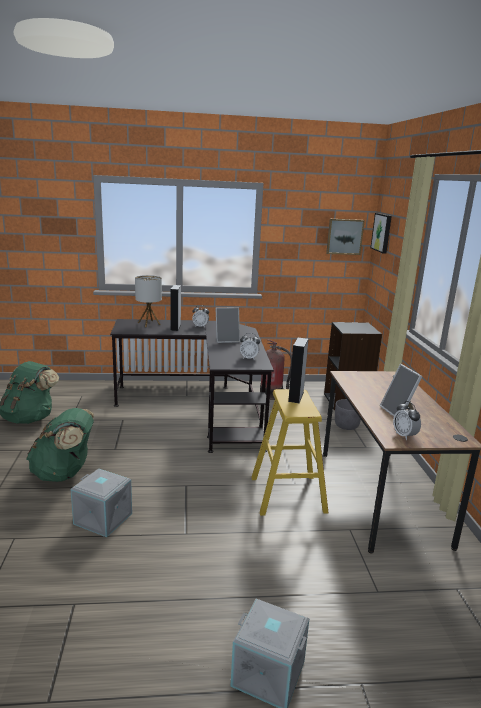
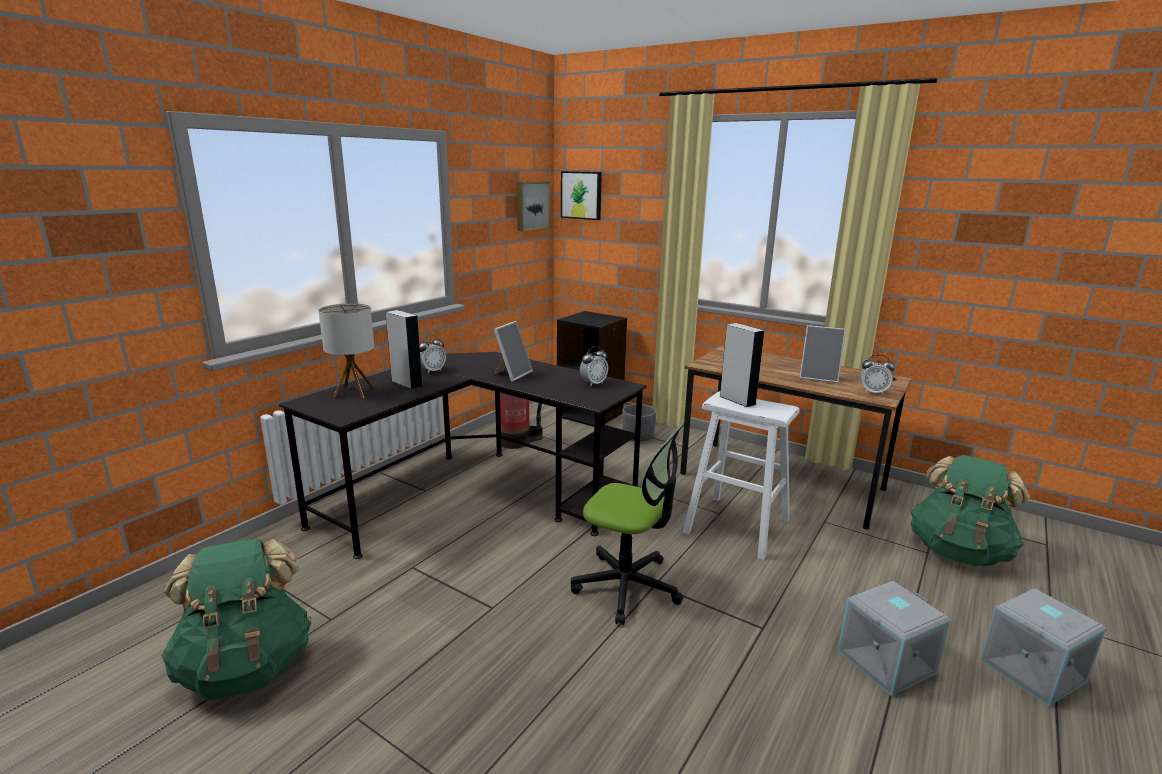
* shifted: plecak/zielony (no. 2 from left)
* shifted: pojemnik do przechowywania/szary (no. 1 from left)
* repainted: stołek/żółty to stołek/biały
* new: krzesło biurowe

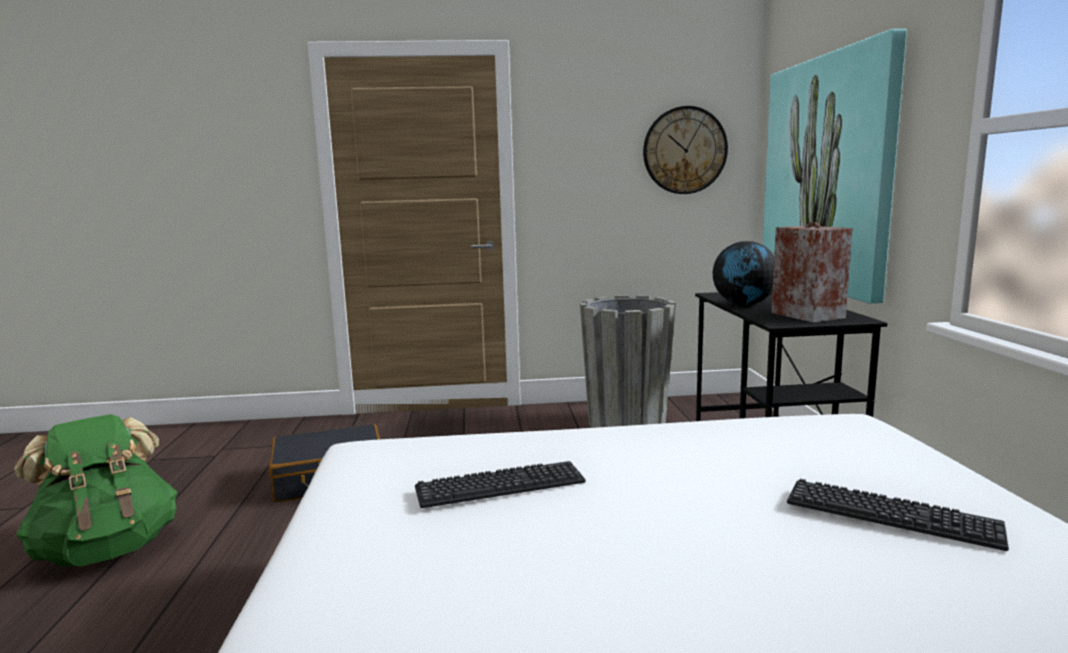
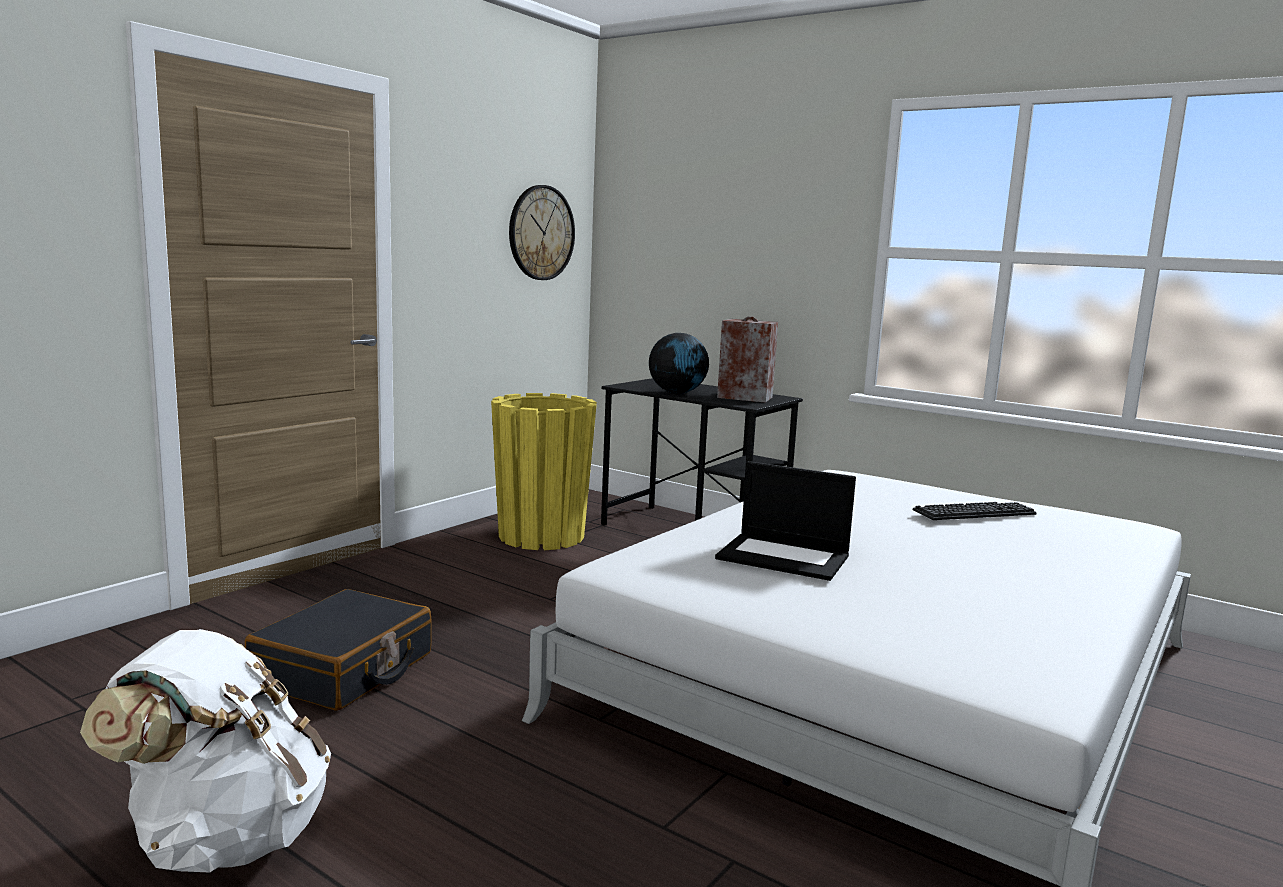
* repainted: plecak/zielony to plecak/biały
* swapped: klawiatura (no. 1 from left) to laptop
* repainted: donica/szary to donica/żółty
* gone: obraz

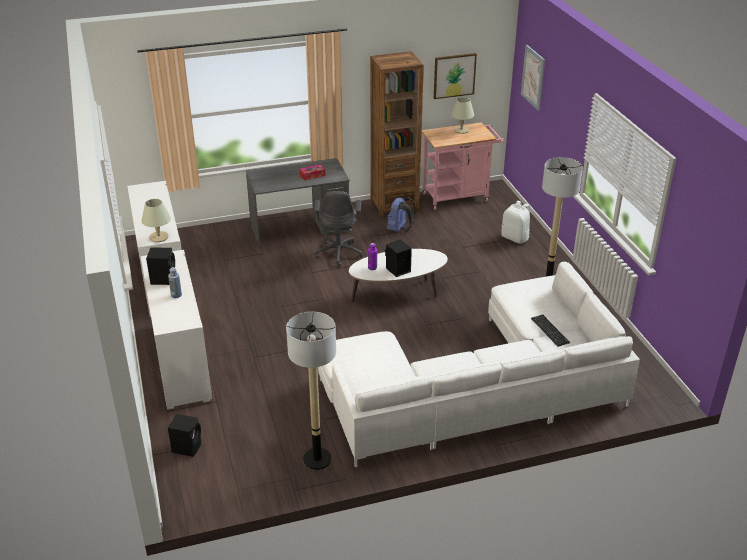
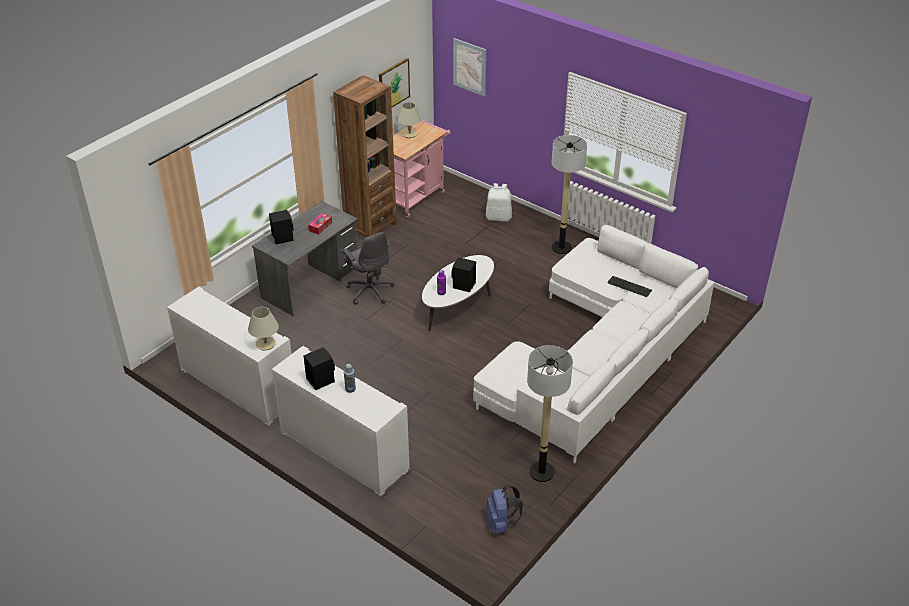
* shifted: głośnik/czarny (no. 2 from left in the first image) to głośnik/czarny (no. 1 from left)
* shifted: plecak/niebieski

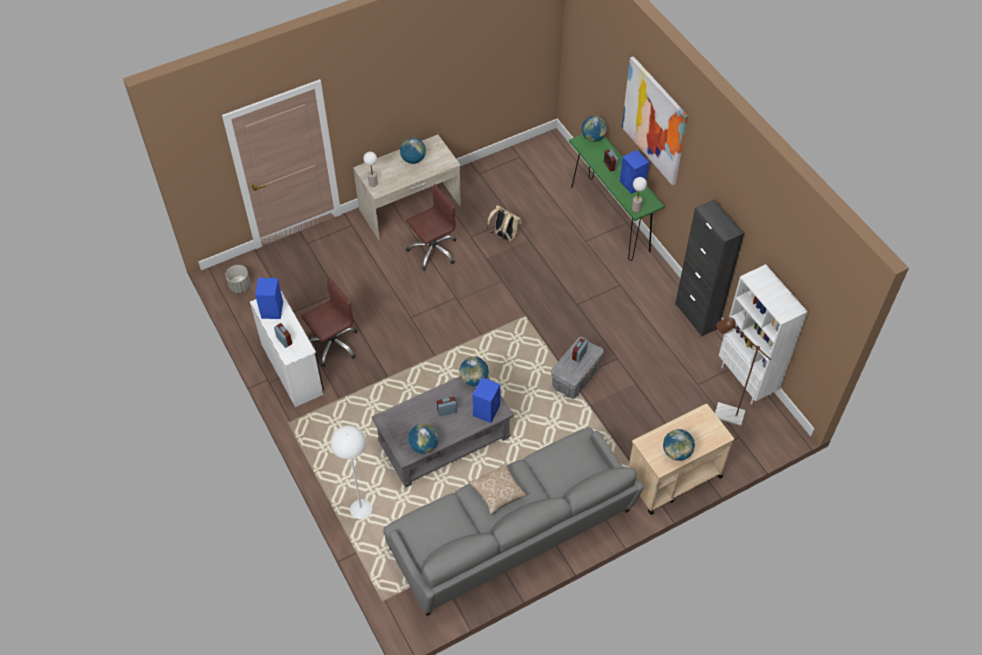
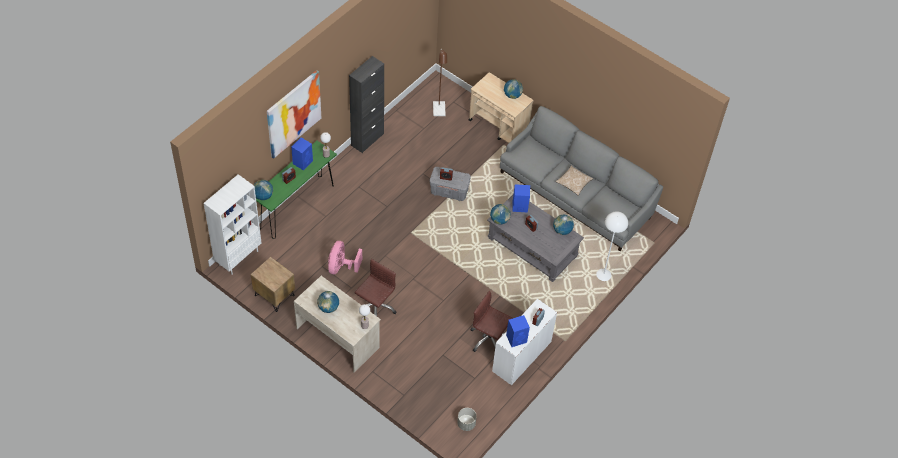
* rotated: krzesło biurowe/brązowy (no. 2 from left in the first image) 90 degrees clockwise
* swapped: plecak/beżowy to wentylator/różowy
* shifted: regał/biały
* new: szafka nocna/brązowy

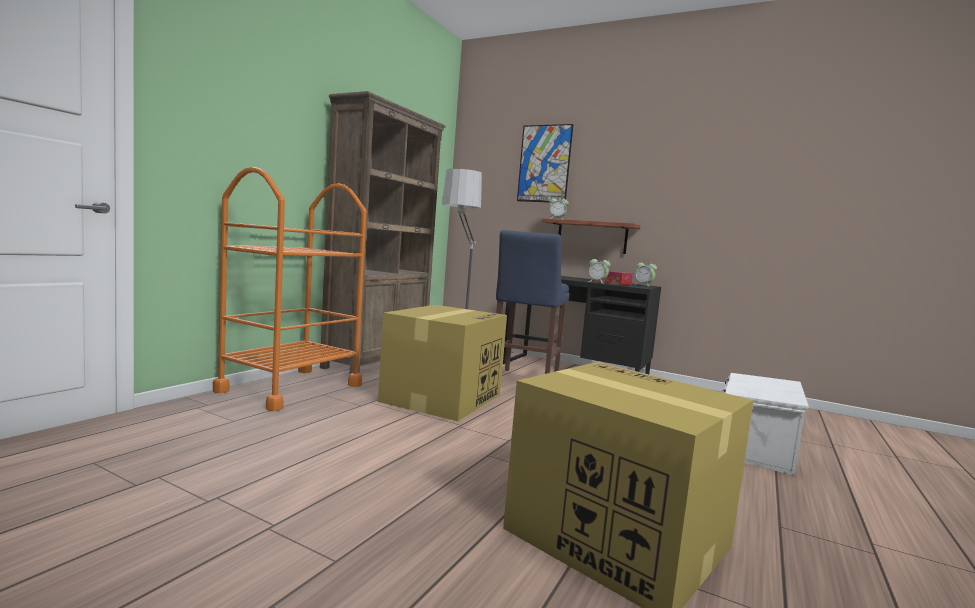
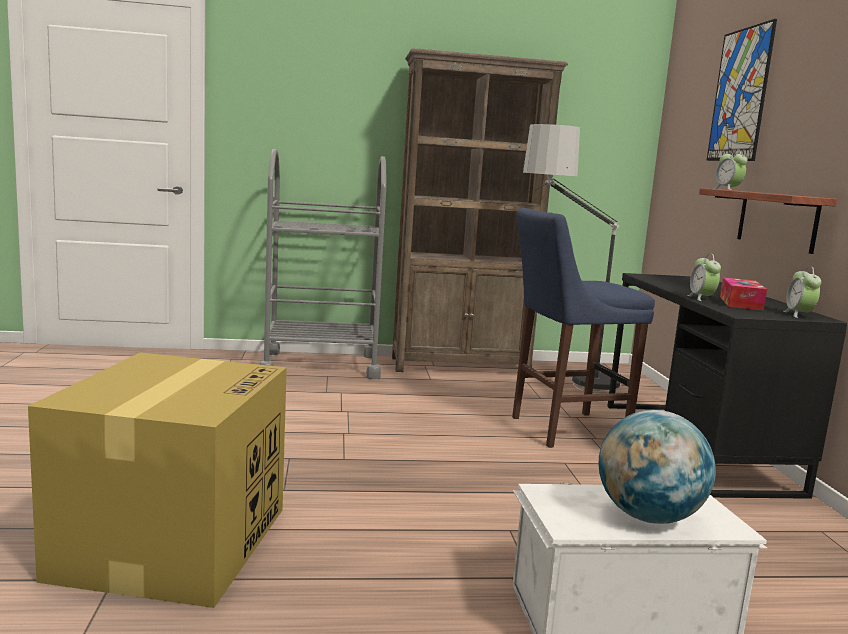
* repainted: wózek/pomarańczowy to wózek/szary
* gone: karton (no. 1 from left)
* new: globus

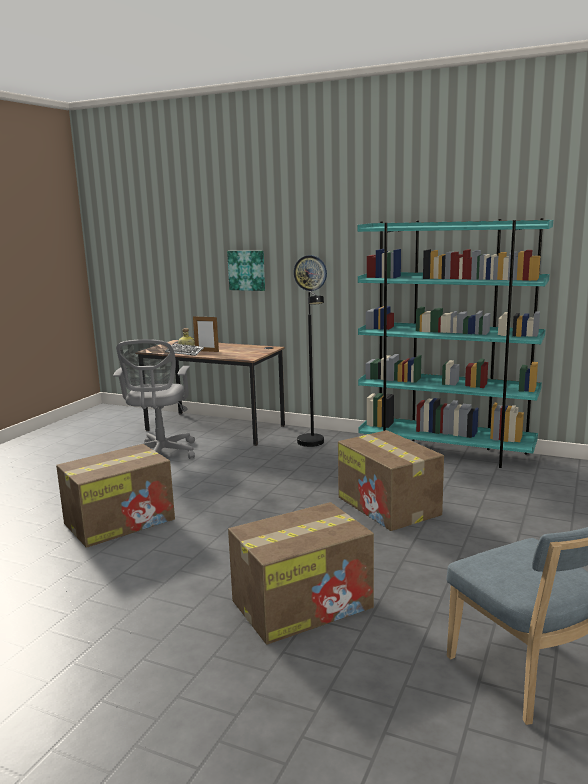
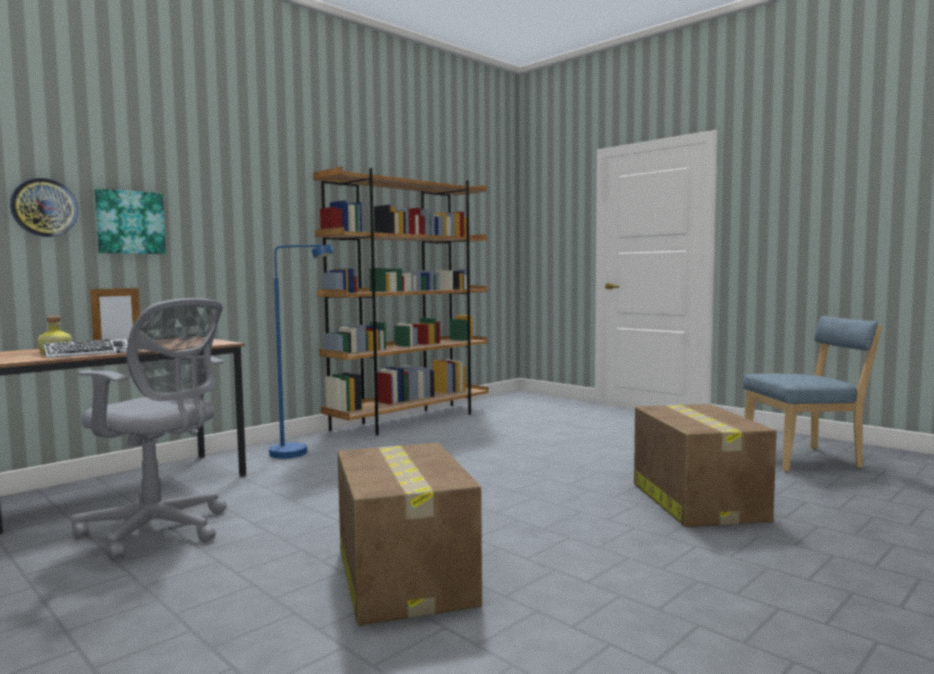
* shifted: zegar ścienny
* repainted: lampa stojąca/czarny to lampa stojąca/niebieski
* gone: karton (no. 3 from left)
* repainted: regał/turkusowy to regał/brązowy

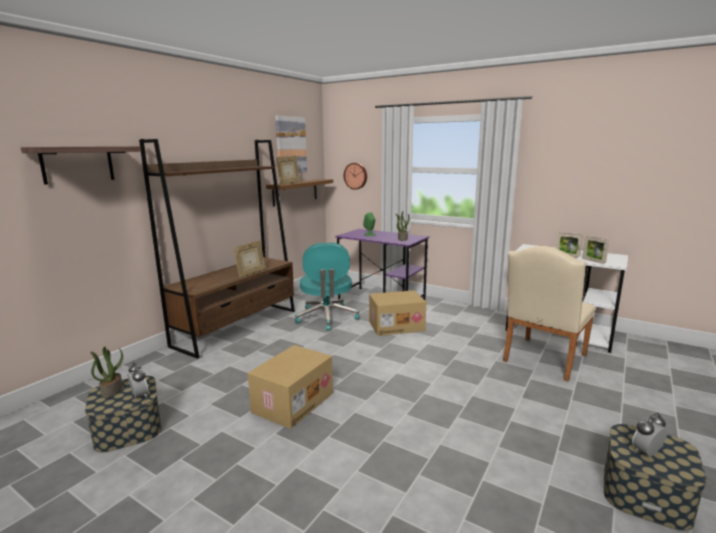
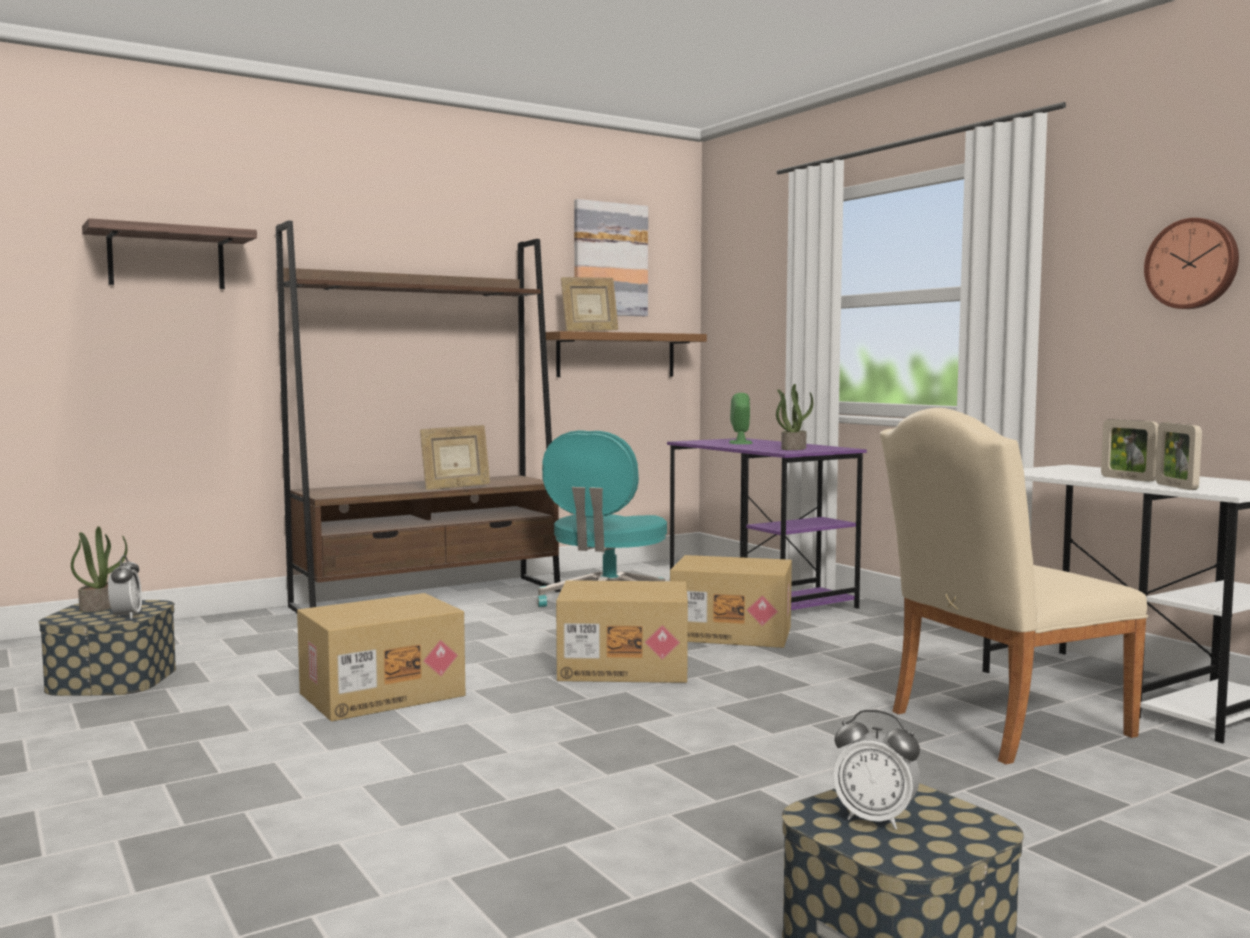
* shifted: zegar ścienny
* rotated: budzik (no. 2 from left) 150 degrees counterclockwise
* new: karton (no. 2 from left)

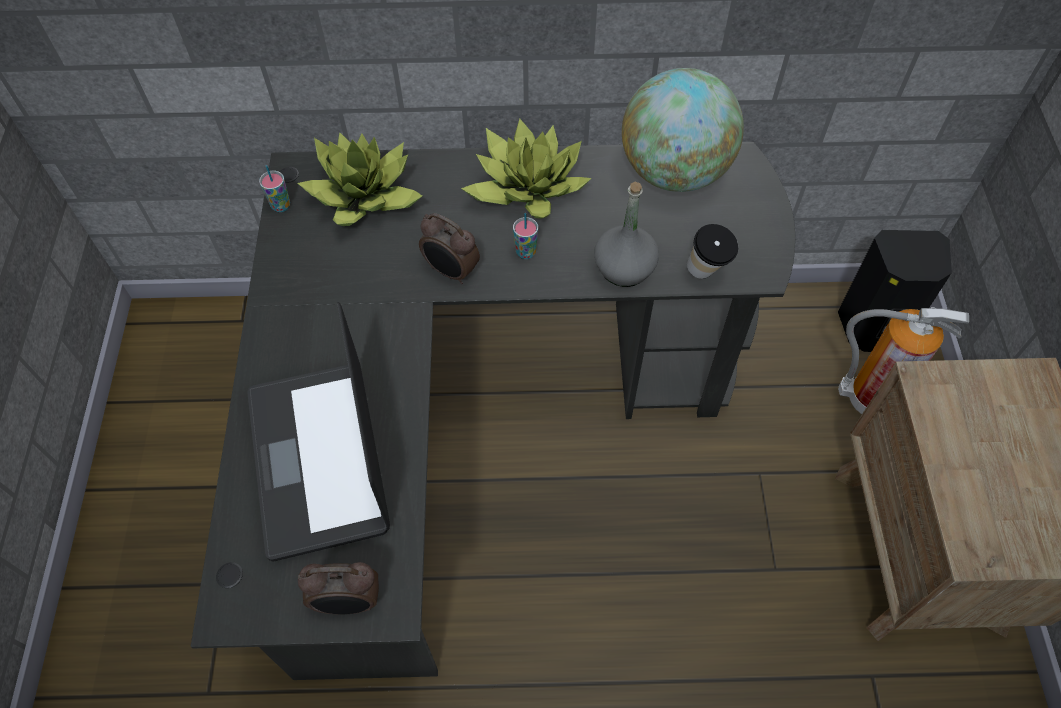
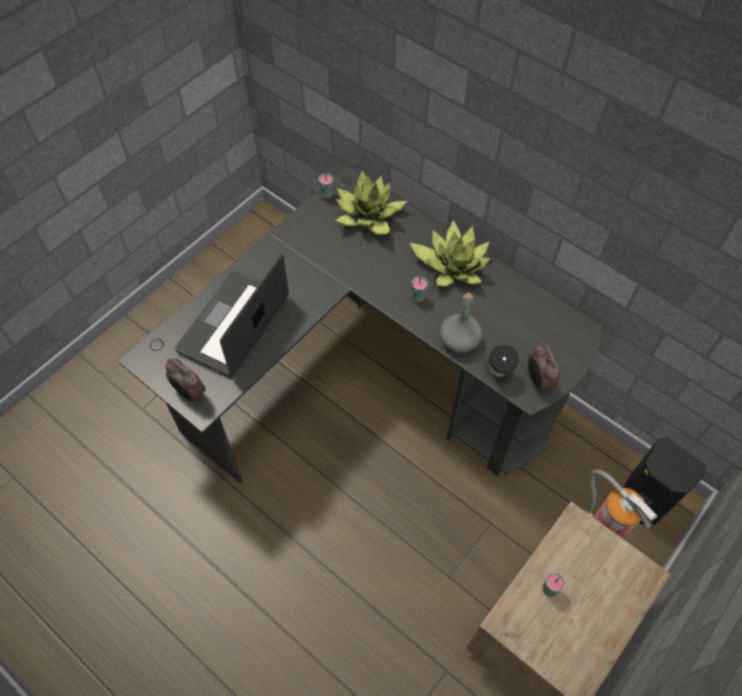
* shifted: budzik (no. 2 from left)
* gone: globus
* new: filiżanka (no. 4 from left)

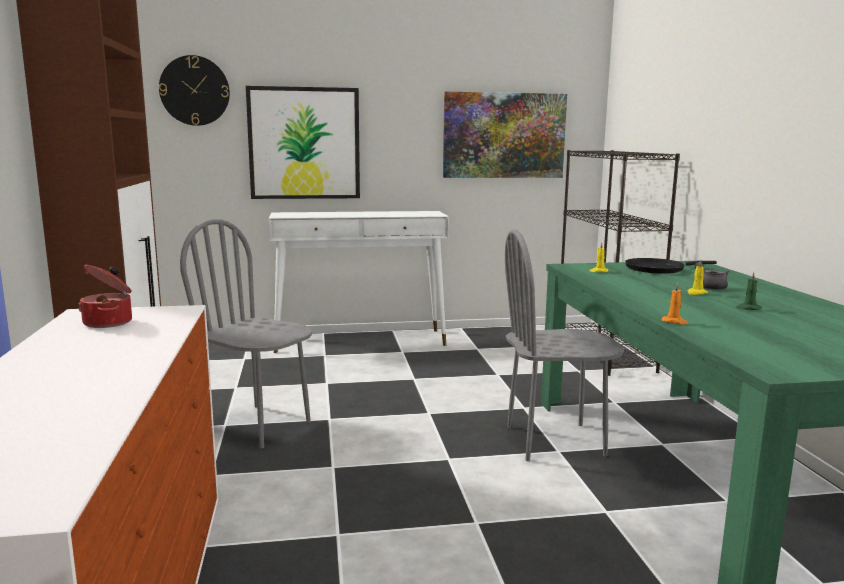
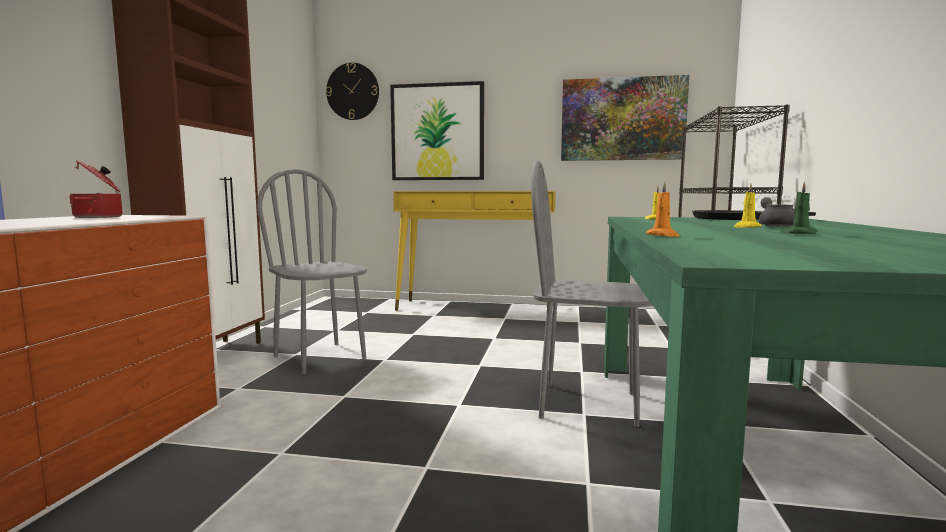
* repainted: stolik konsolowy/biały to stolik konsolowy/żółty

